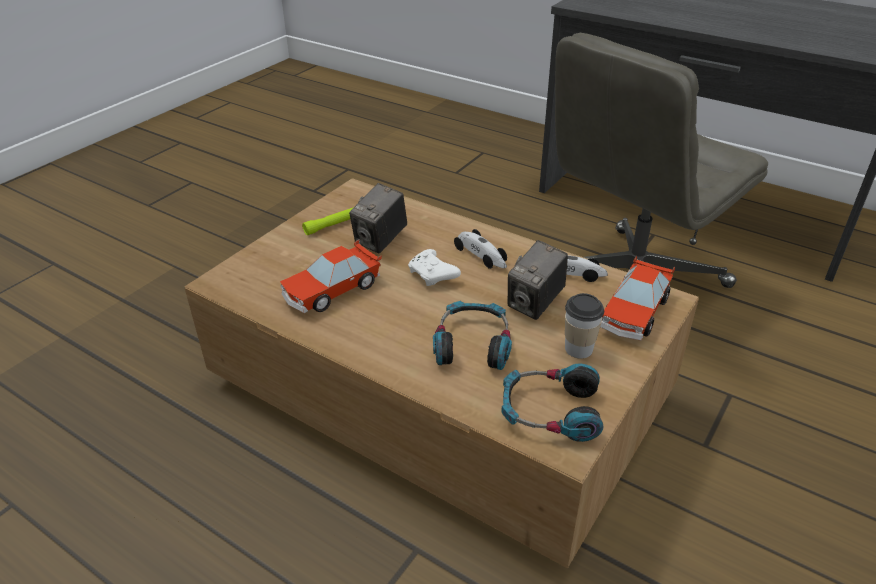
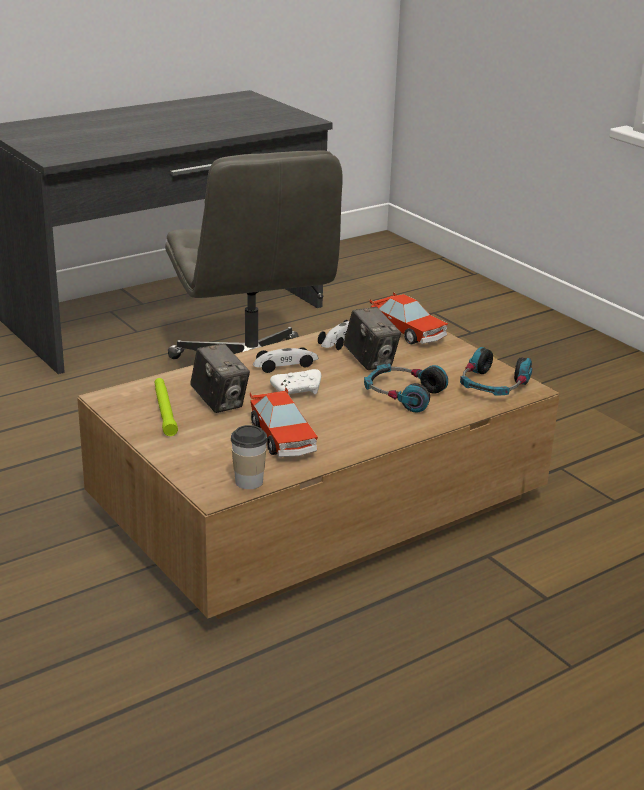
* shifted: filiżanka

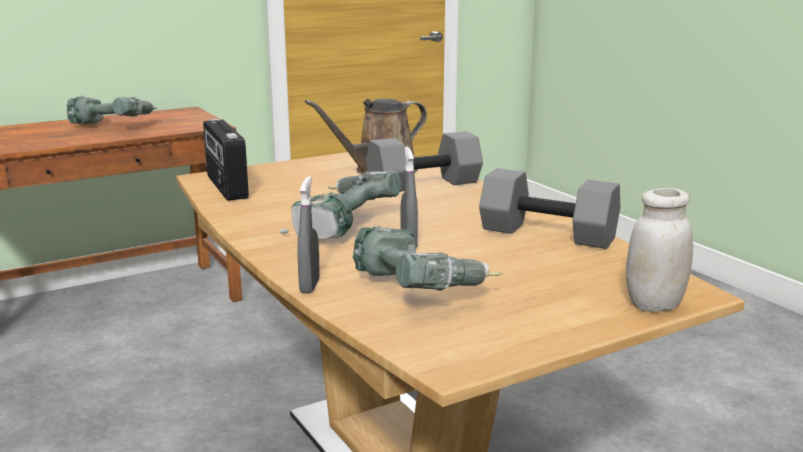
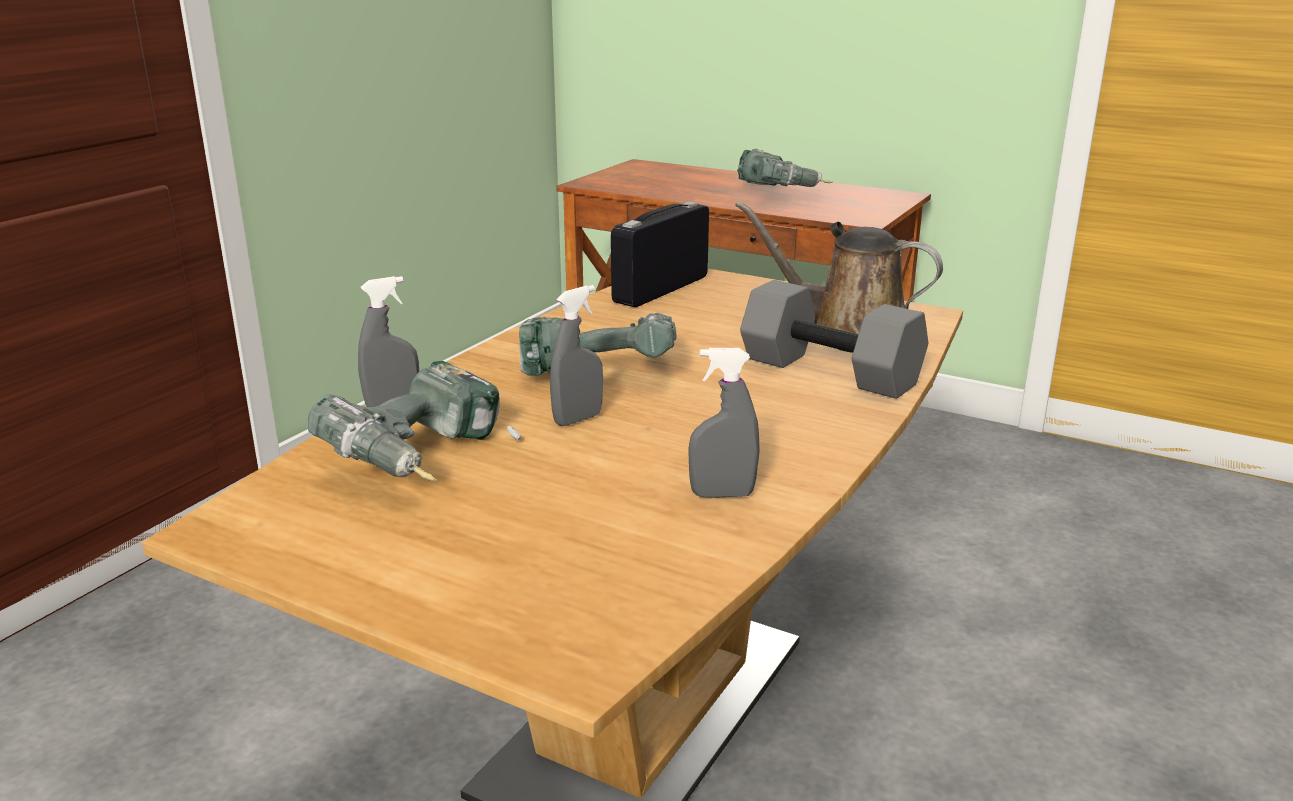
* swapped: hantel/szary (no. 2 from left) to spryskiwacz/szary (no. 3 from left)
* gone: słoik/biały

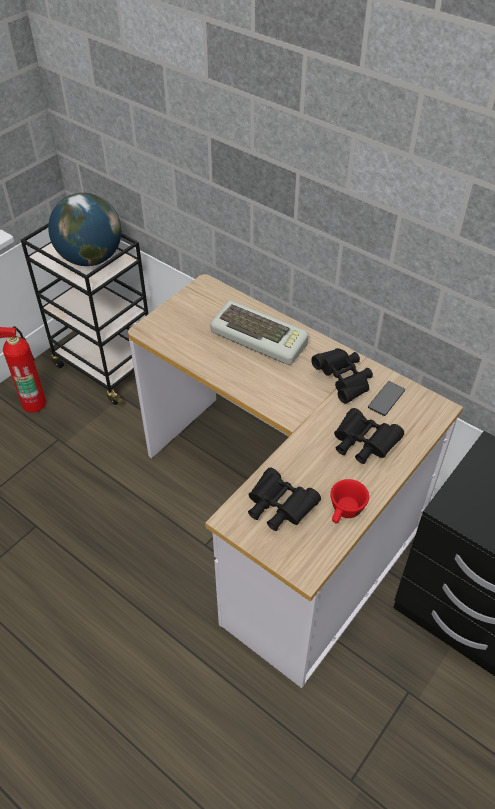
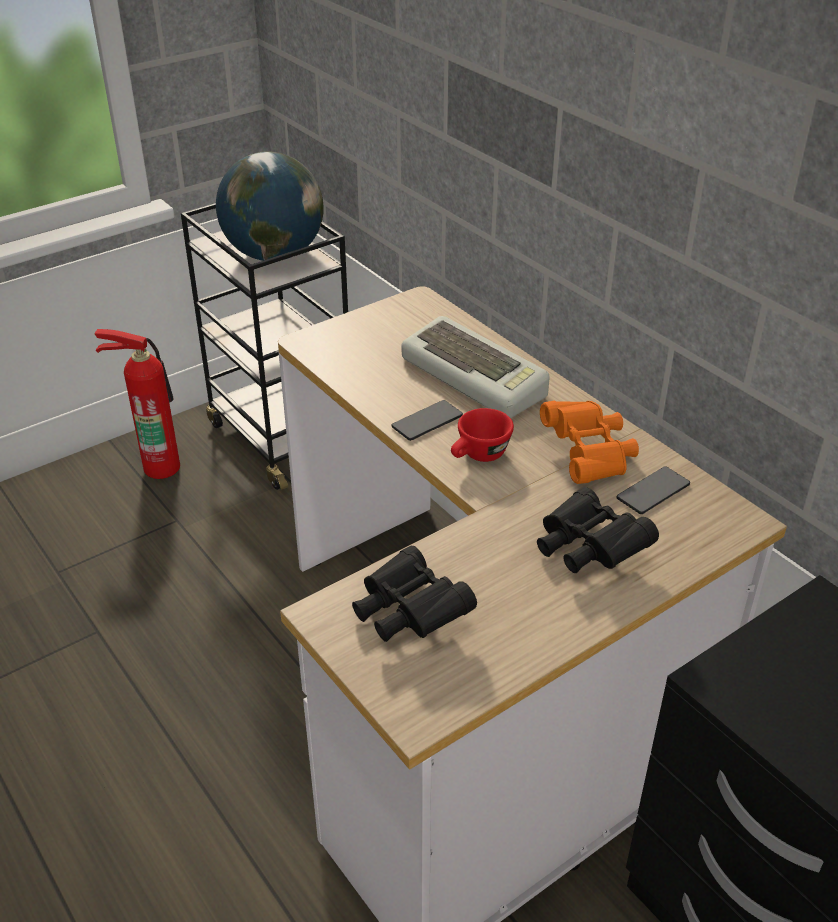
* repainted: lornetka/czarny (no. 2 from left) to lornetka/pomarańczowy
* shifted: filiżanka/czerwony
* new: telefon (no. 1 from left)

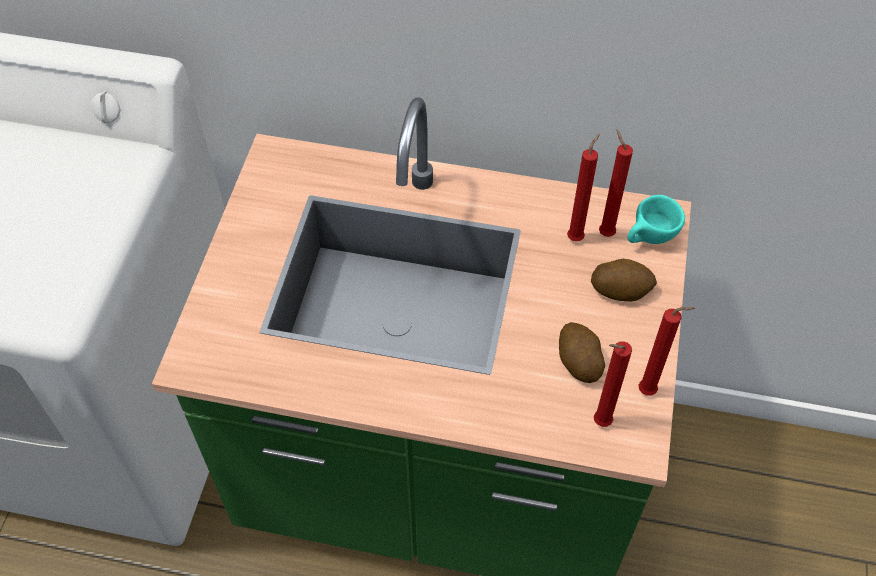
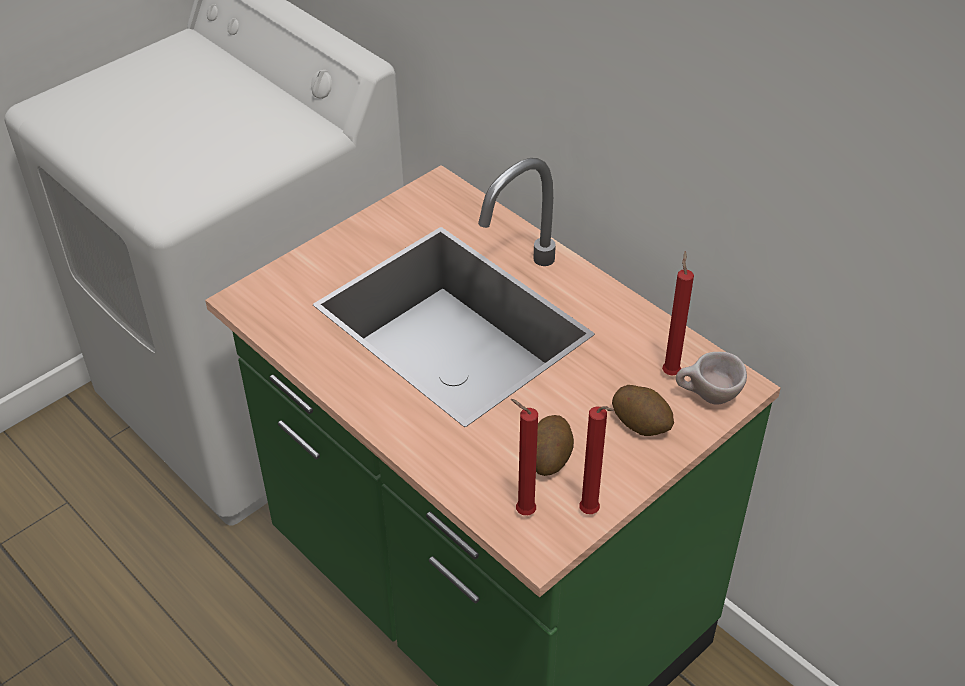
* gone: świeca/czerwony (no. 1 from left)
* repainted: filiżanka/turkusowy to filiżanka/beżowy

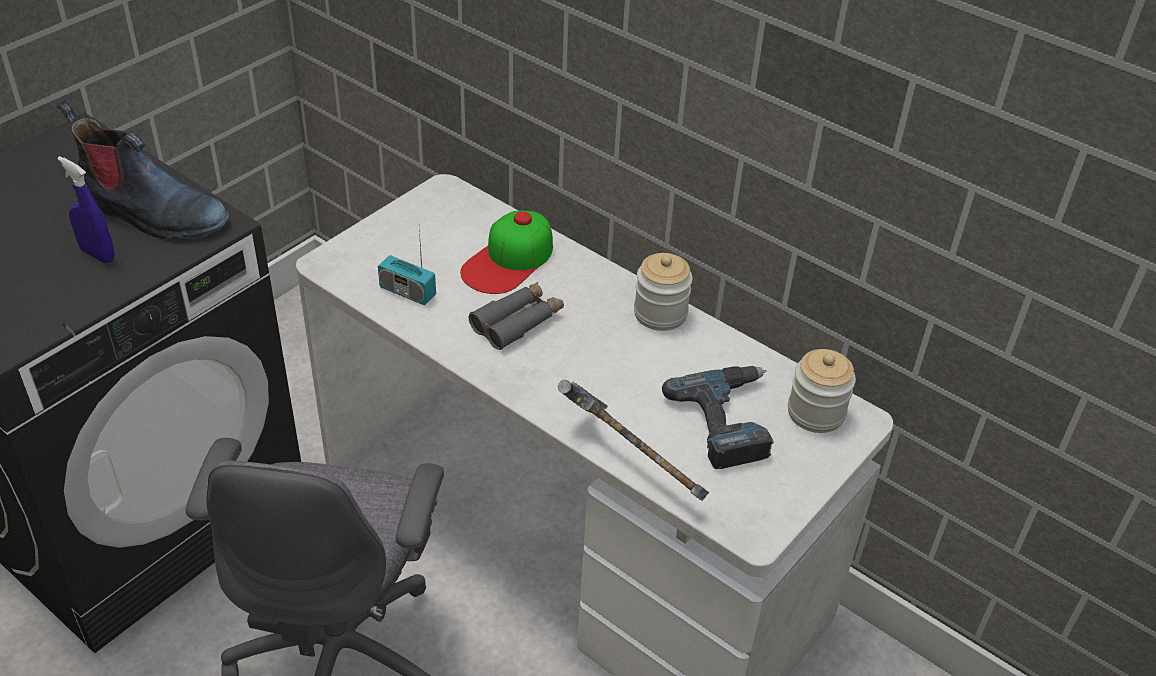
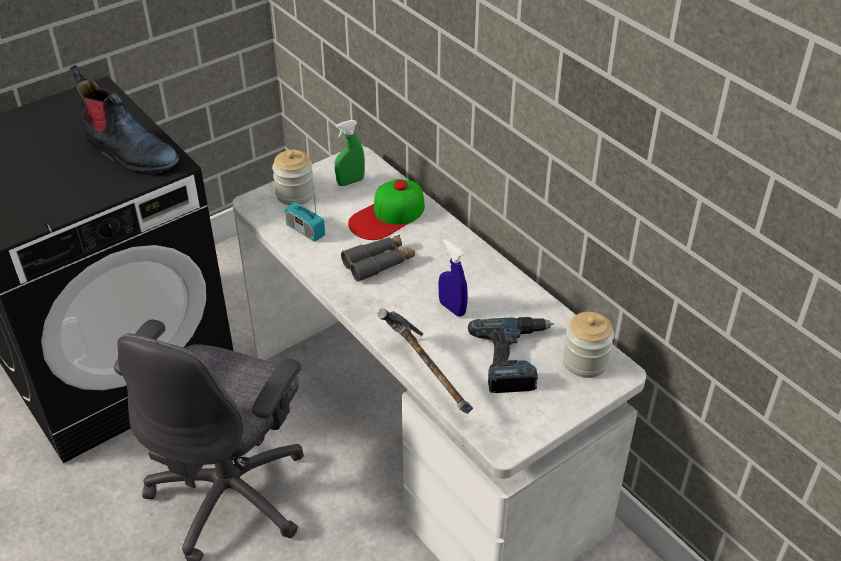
* shifted: spryskiwacz/niebieski
* shifted: słoik (no. 1 from left)
* new: spryskiwacz/zielony

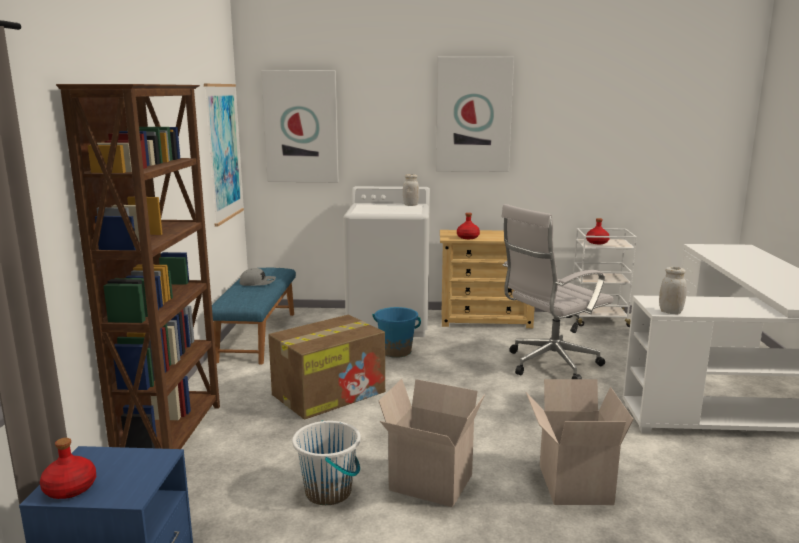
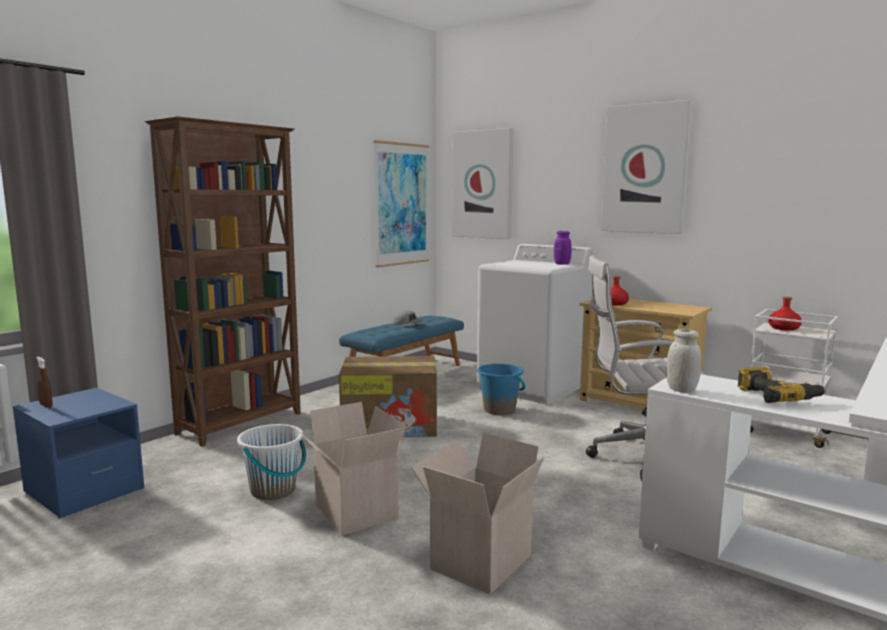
* swapped: butelka/czerwony (no. 1 from left) to spryskiwacz/brązowy
* repainted: słoik/biały (no. 1 from left) to słoik/fioletowy
* new: wiertarka

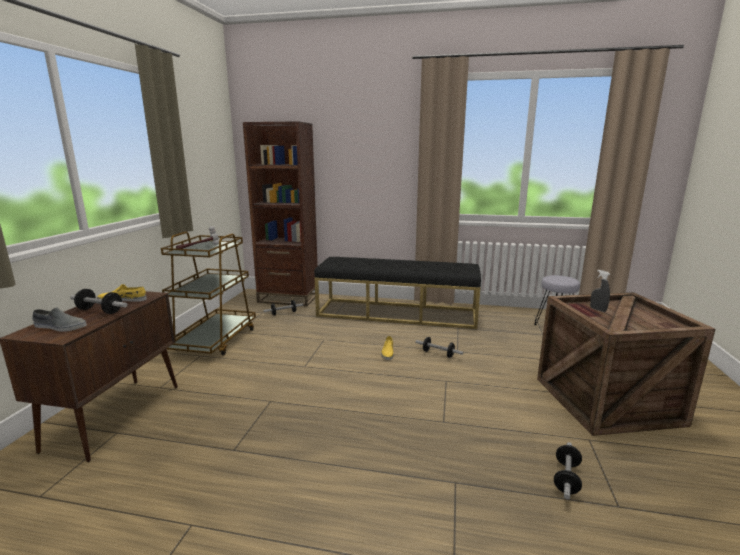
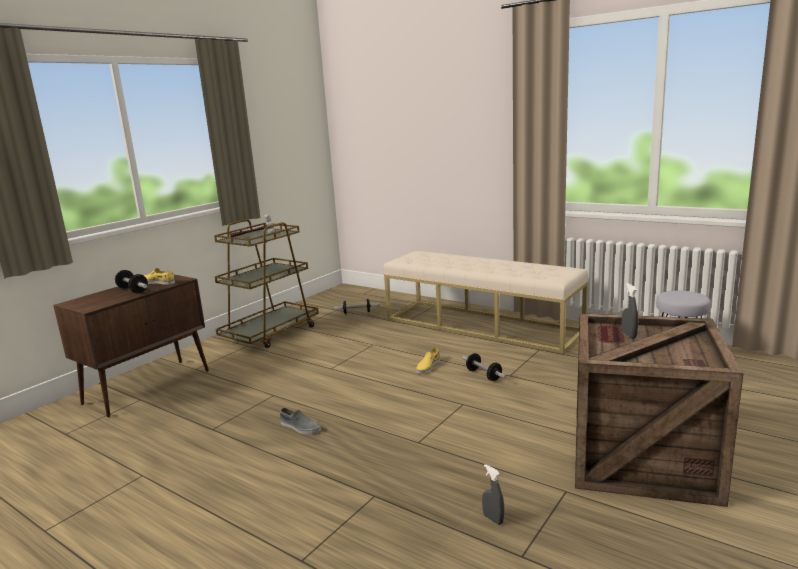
* shifted: but/szary
* gone: regał/brązowy
* repainted: ławka/czarny to ławka/beżowy
* swapped: hantel (no. 4 from left) to spryskiwacz/szary (no. 1 from left)

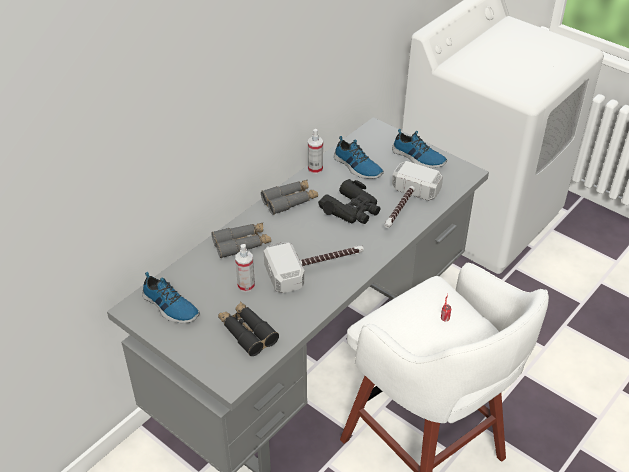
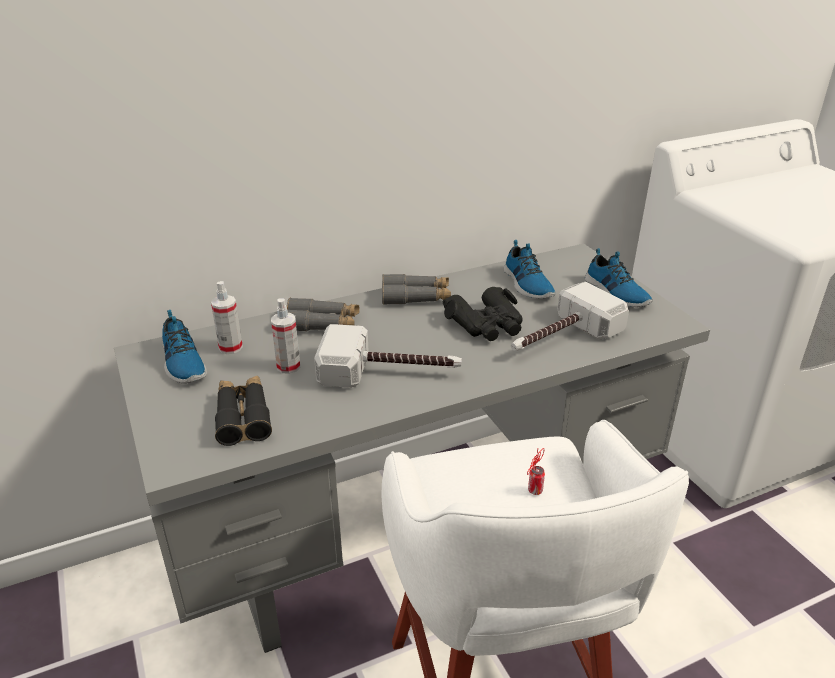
* shifted: spryskiwacz (no. 2 from left in the first image) to spryskiwacz (no. 1 from left)

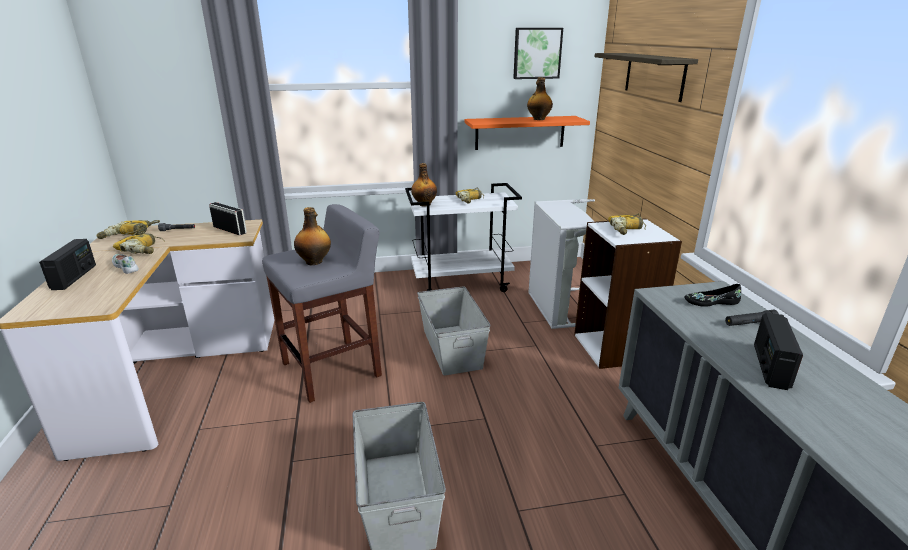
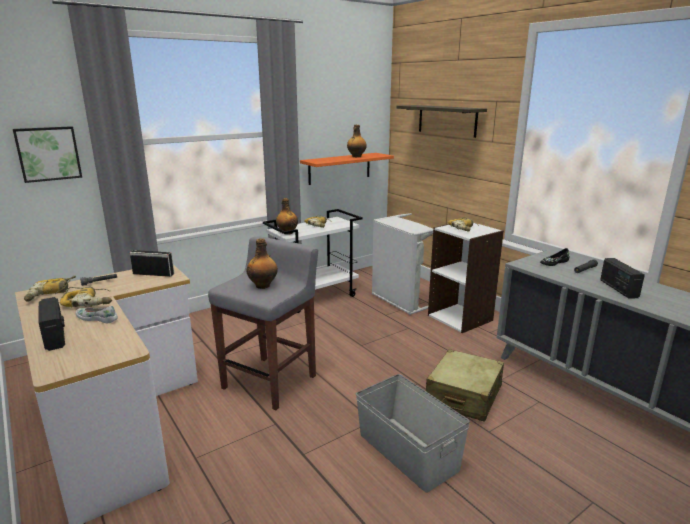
* gone: pojemnik do przechowywania/szary (no. 2 from left)
* shifted: obraz
* new: walizka/beżowy

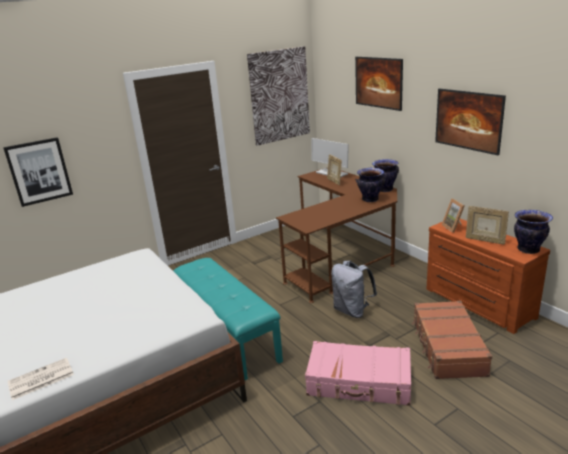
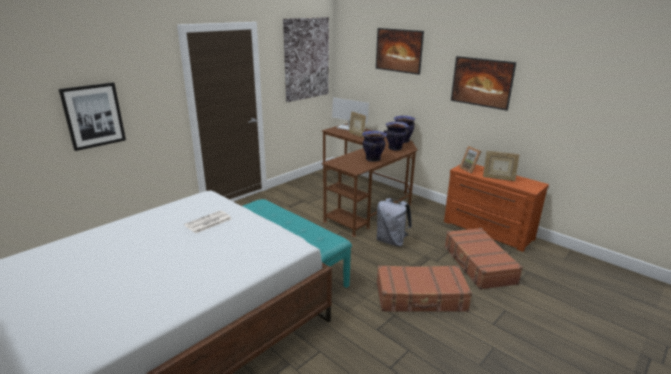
* shifted: gazeta
* repainted: walizka/różowy to walizka/brązowy (no. 1 from left)
* shifted: wazon (no. 3 from left in the first image) to wazon (no. 1 from left)

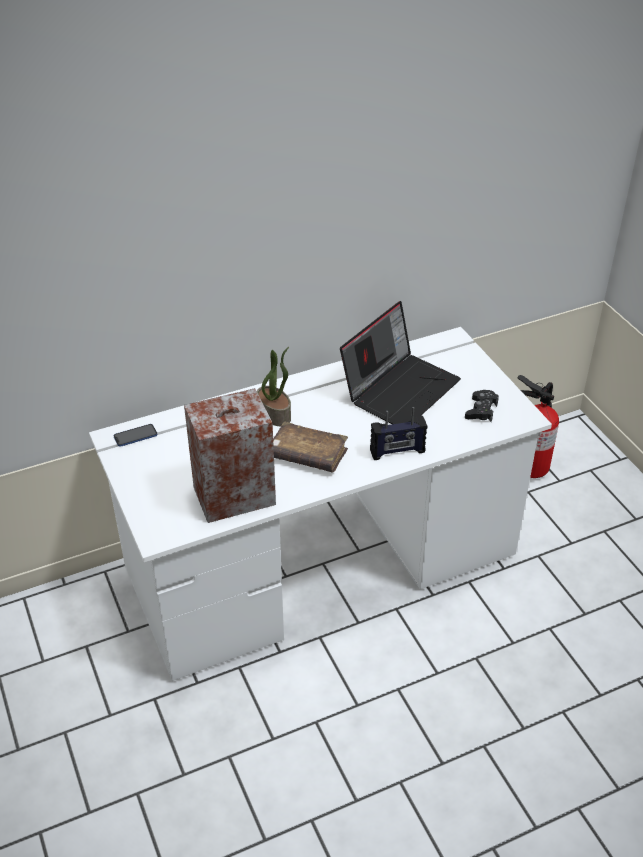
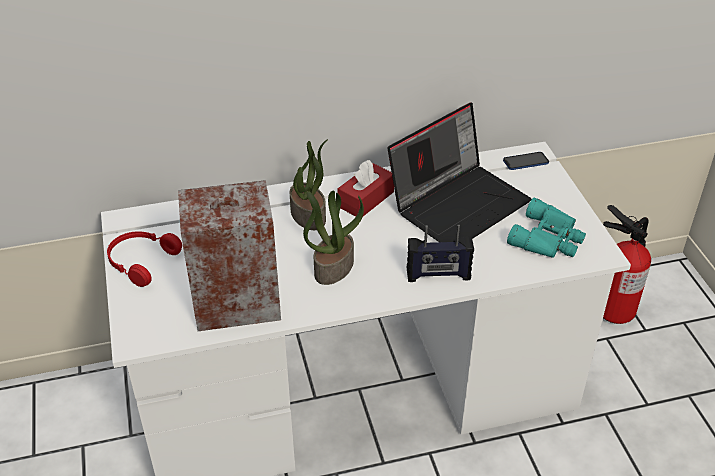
* shifted: telefon
* swapped: książka/brązowy to roślina doniczkowa (no. 2 from left)
* swapped: pad do gier/czarny to lornetka/turkusowy
* new: słuchawki/czerwony
* new: pudełko chusteczek/czerwony

